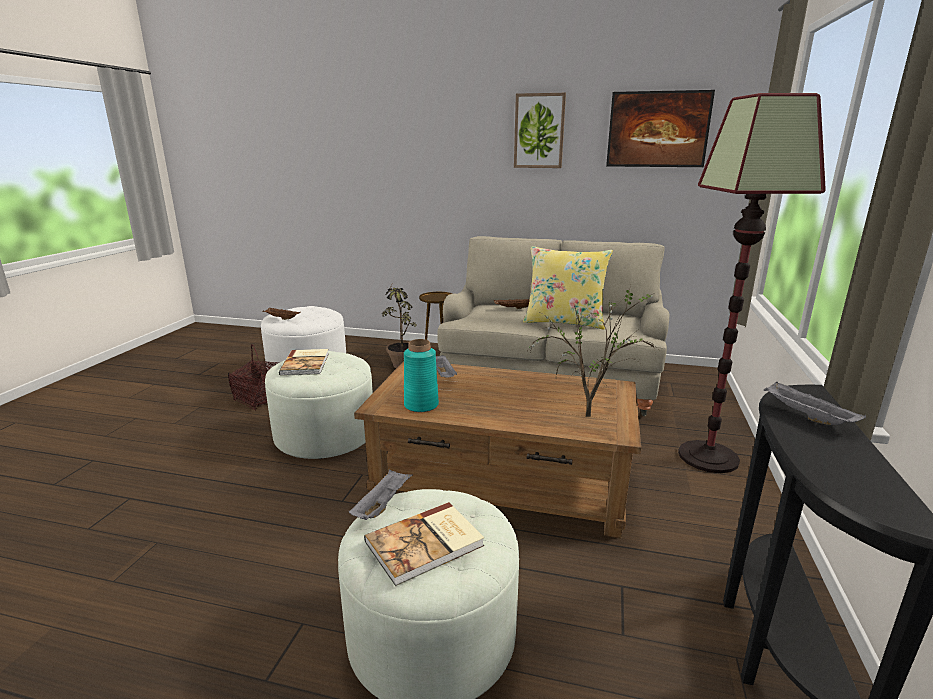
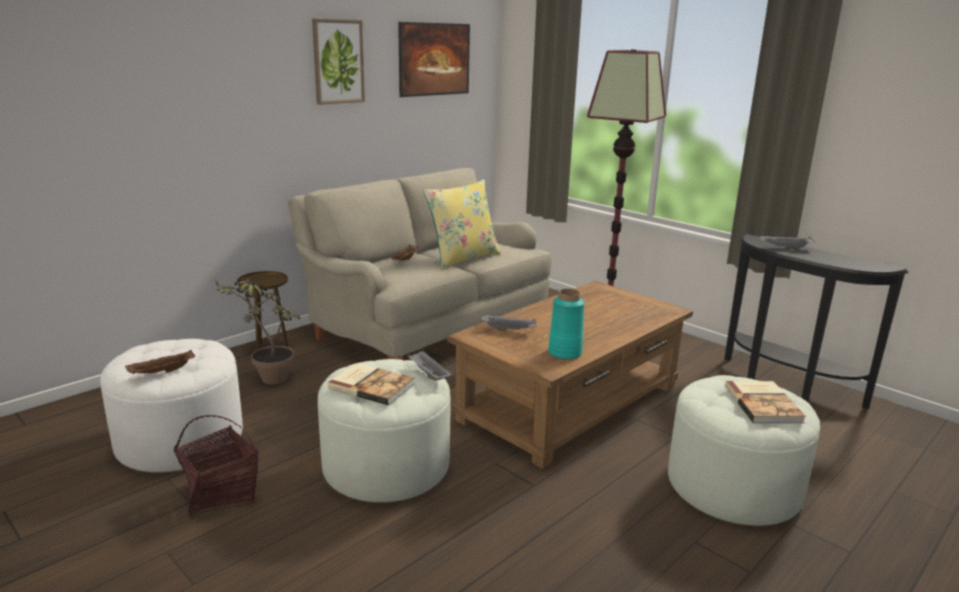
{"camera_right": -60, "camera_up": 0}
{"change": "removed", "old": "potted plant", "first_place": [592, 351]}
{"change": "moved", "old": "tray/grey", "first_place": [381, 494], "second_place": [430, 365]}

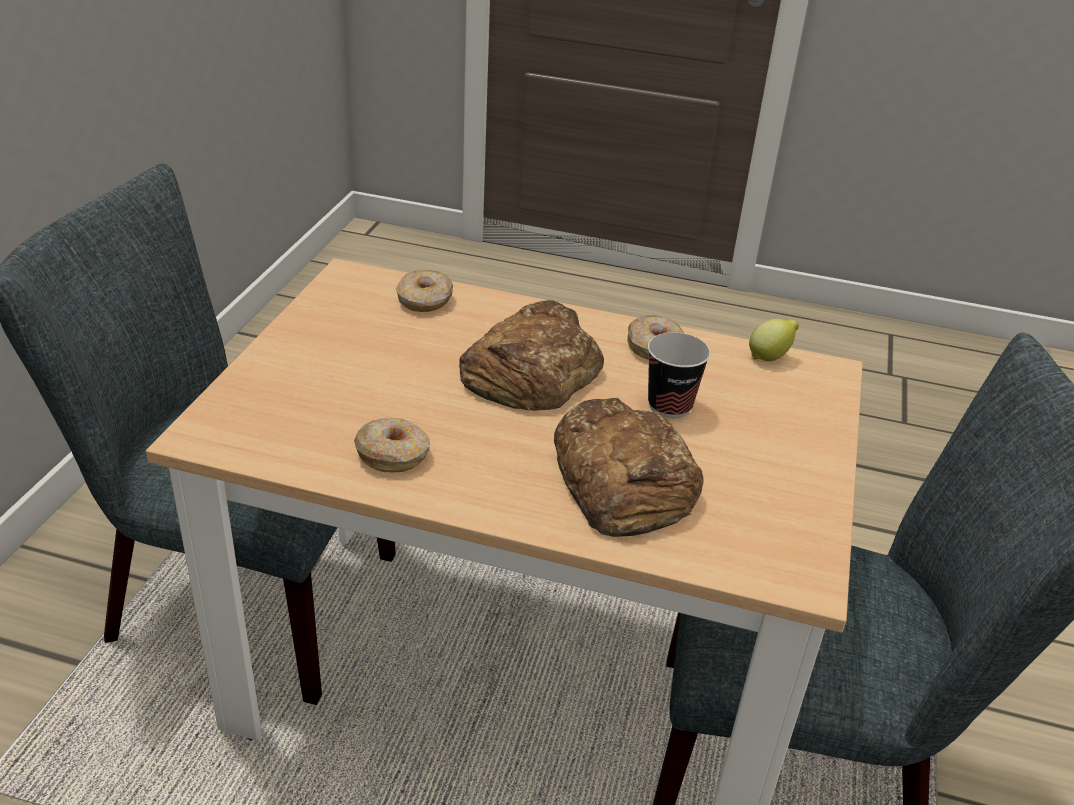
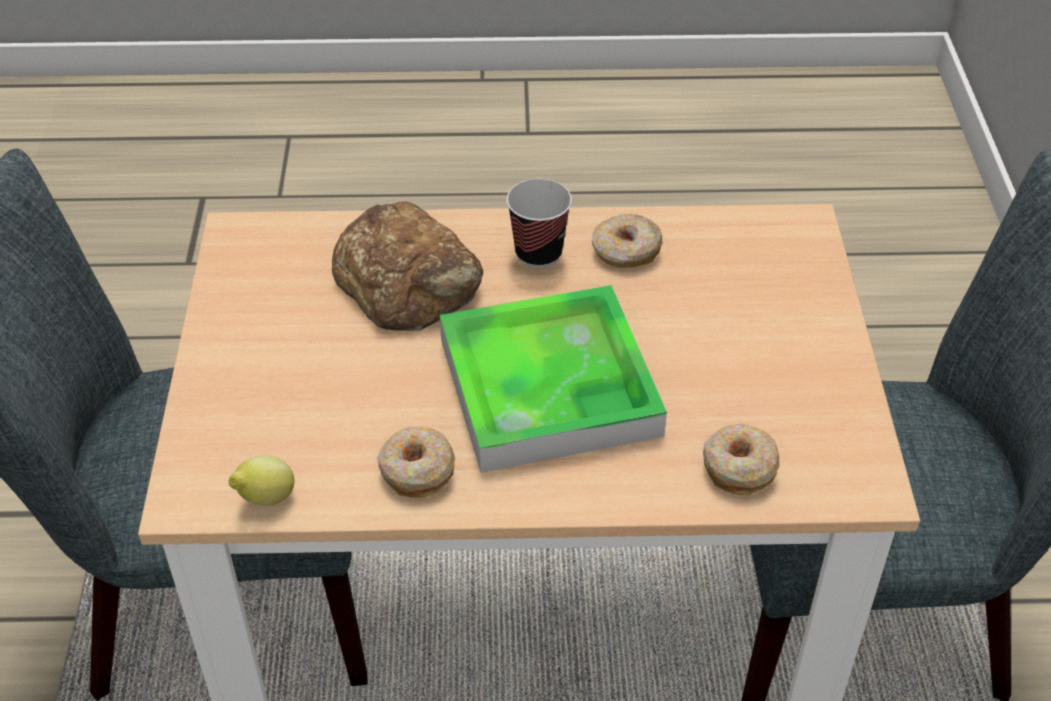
{"camera_right": 165, "camera_up": 10}
{"change": "replaced", "old": "bread", "new": "tray", "first_place": [531, 355], "second_place": [553, 379]}
{"change": "moved", "old": "cup", "first_place": [679, 375], "second_place": [539, 223]}

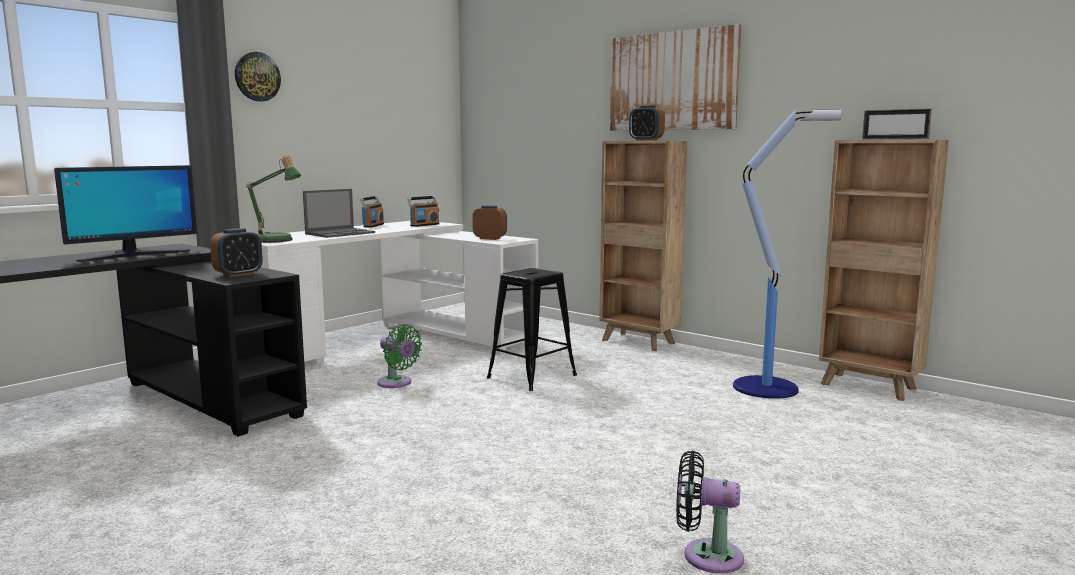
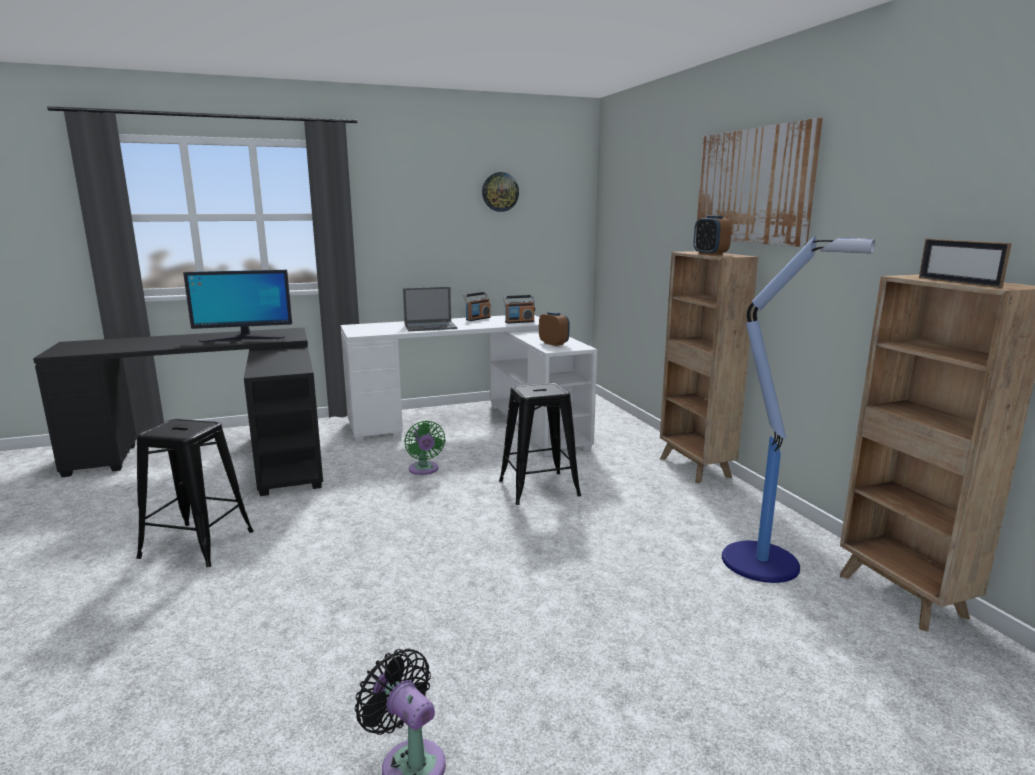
{"camera_right": 30, "camera_up": 5}
{"change": "moved", "old": "wall clock", "first_place": [258, 77], "second_place": [500, 192]}
{"change": "removed", "old": "table lamp", "first_place": [273, 199]}
{"change": "removed", "old": "alarm clock", "first_place": [236, 252]}
{"change": "added", "new": "stool/black", "second_place": [195, 493]}

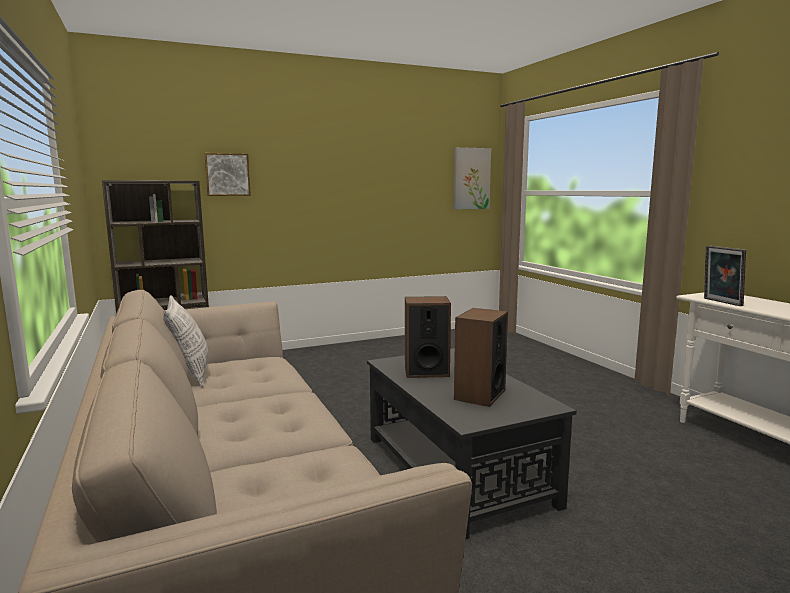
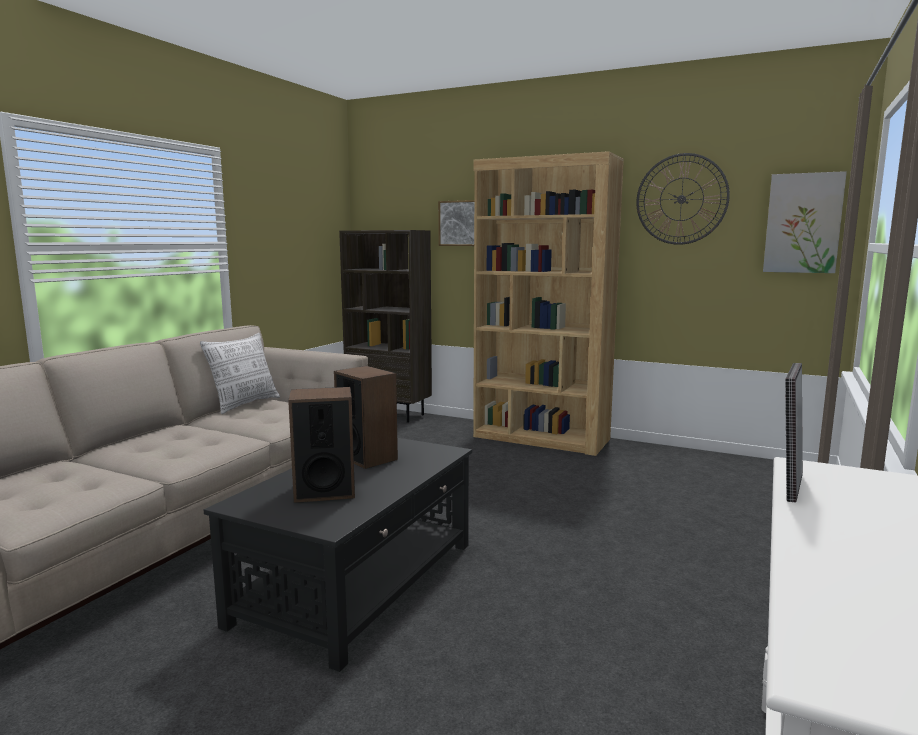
{"camera_right": 50, "camera_up": 0}
{"change": "added", "new": "bookcase/brown", "second_place": [548, 303]}
{"change": "added", "new": "wall clock", "second_place": [683, 199]}

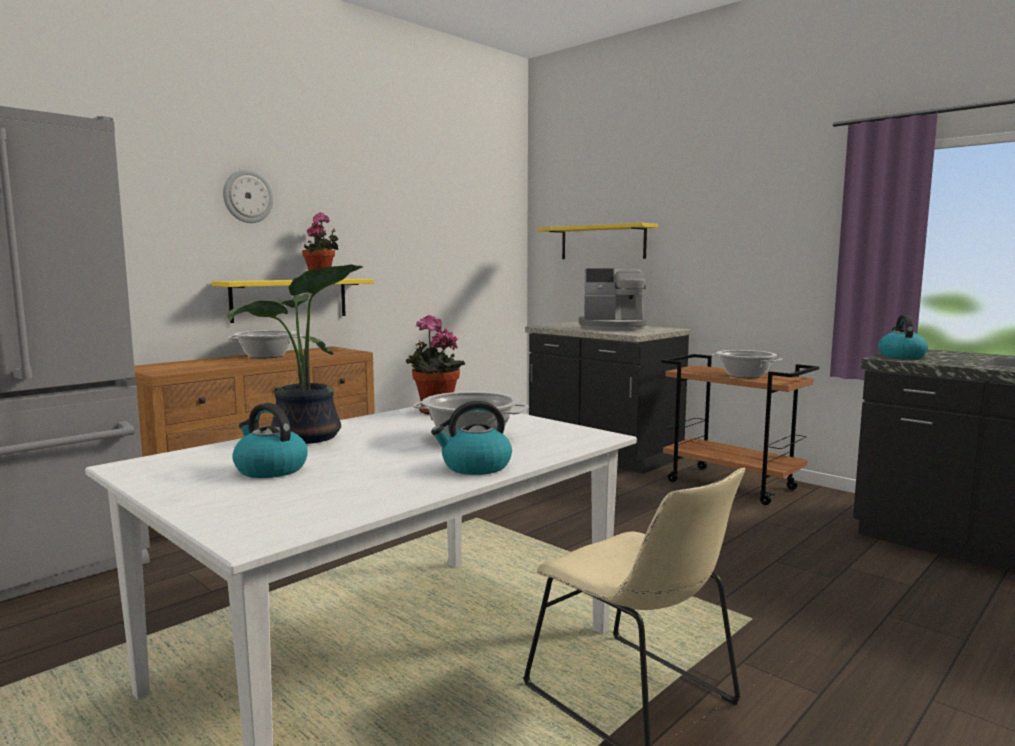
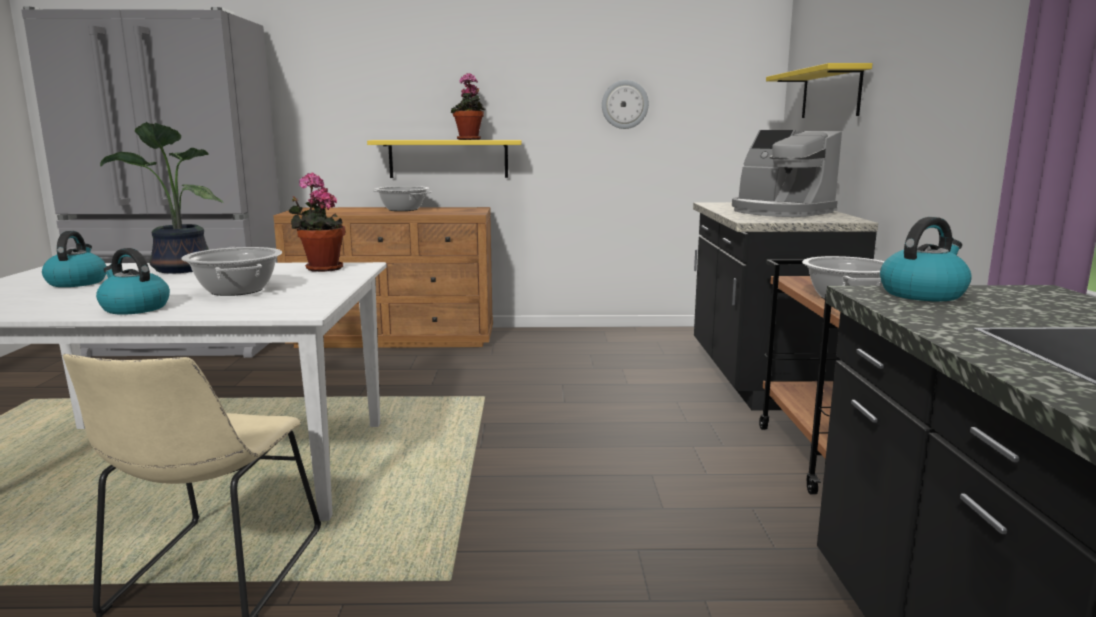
{"camera_right": 45, "camera_up": 5}
{"change": "moved", "old": "wall clock", "first_place": [248, 196], "second_place": [625, 104]}

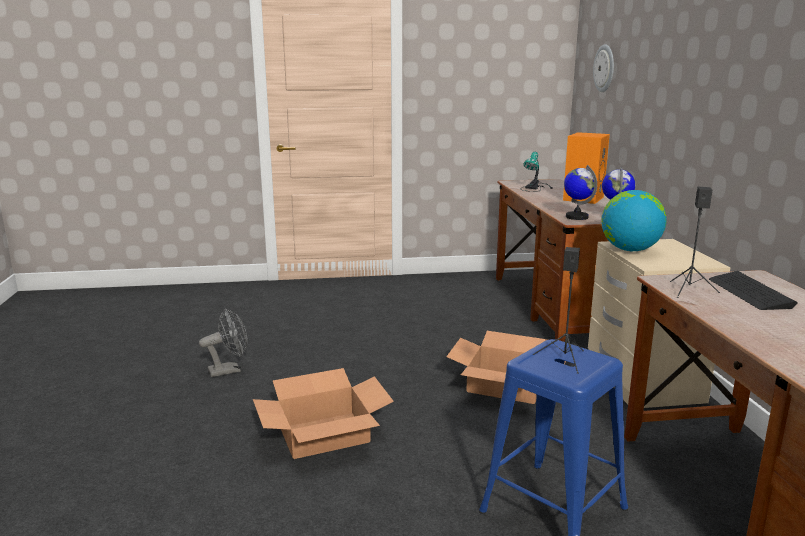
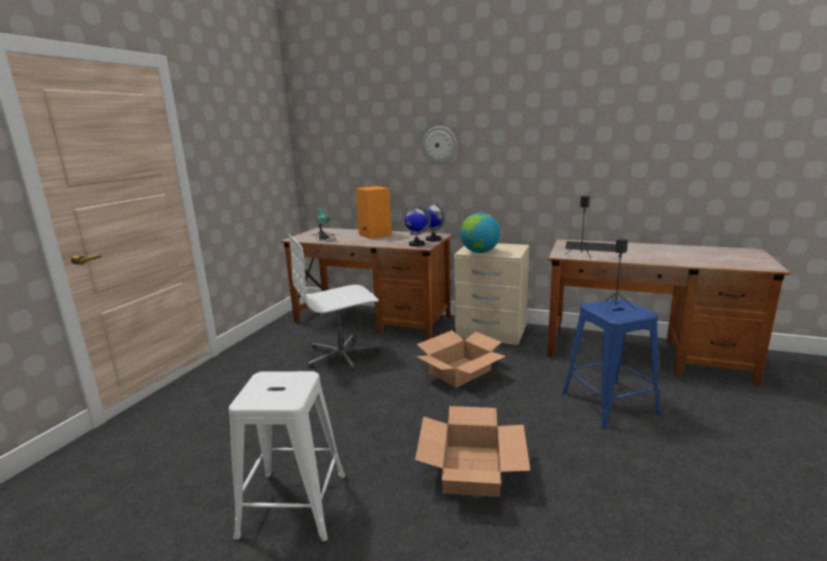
{"camera_right": -60, "camera_up": 0}
{"change": "moved", "old": "wall clock", "first_place": [603, 68], "second_place": [439, 145]}
{"change": "replaced", "old": "fan/grey", "new": "stool/white", "first_place": [223, 343], "second_place": [287, 457]}
{"change": "added", "new": "office chair/white", "second_place": [334, 302]}

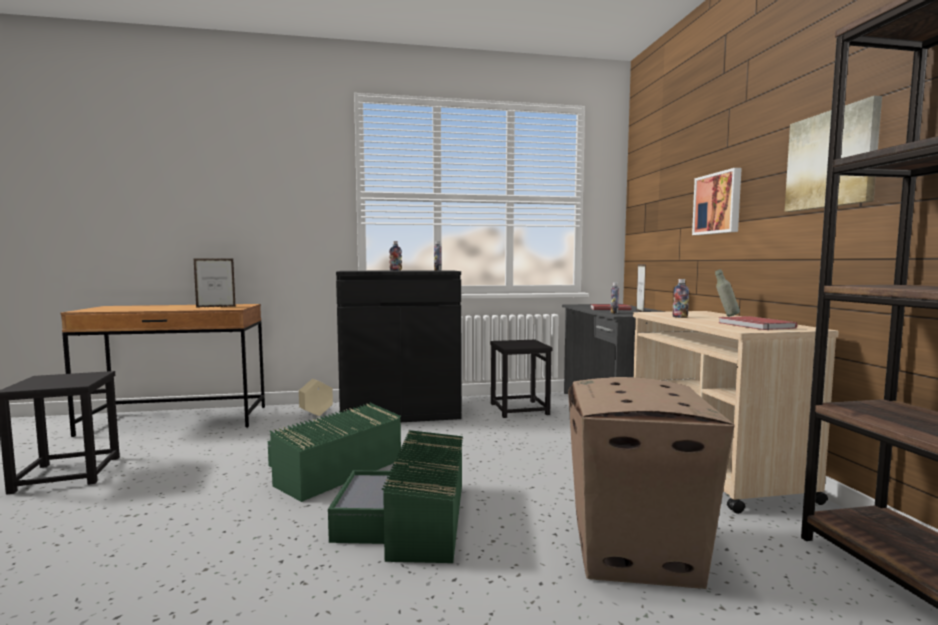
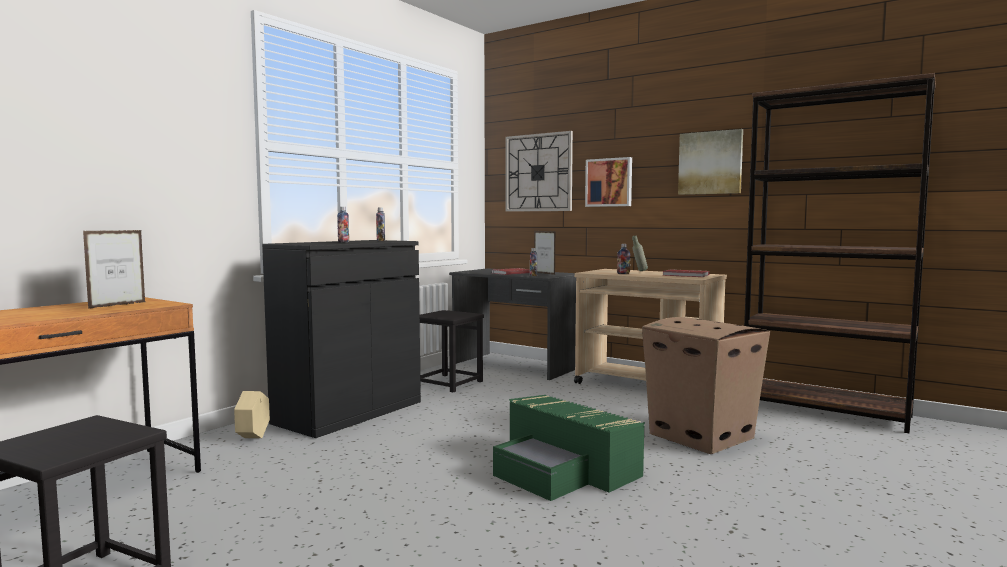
{"camera_right": -45, "camera_up": 0}
{"change": "removed", "old": "storage box/green", "first_place": [334, 452]}
{"change": "added", "new": "wall clock", "second_place": [539, 171]}

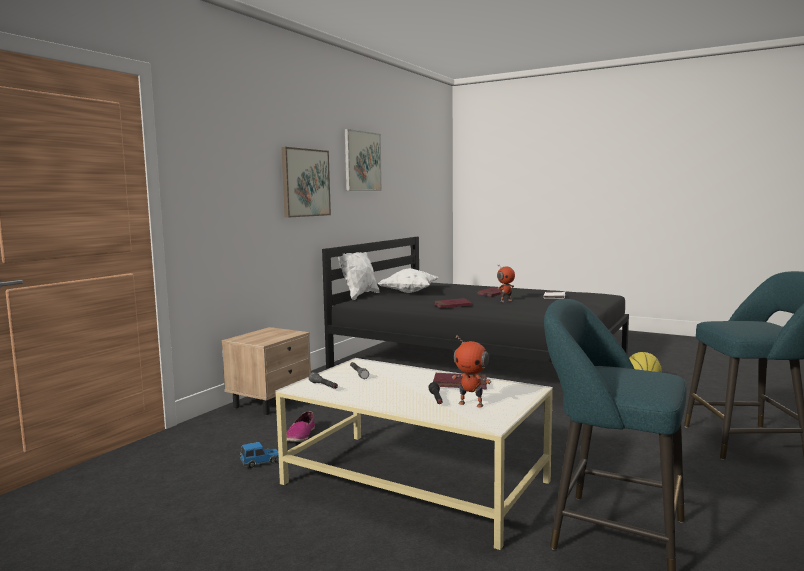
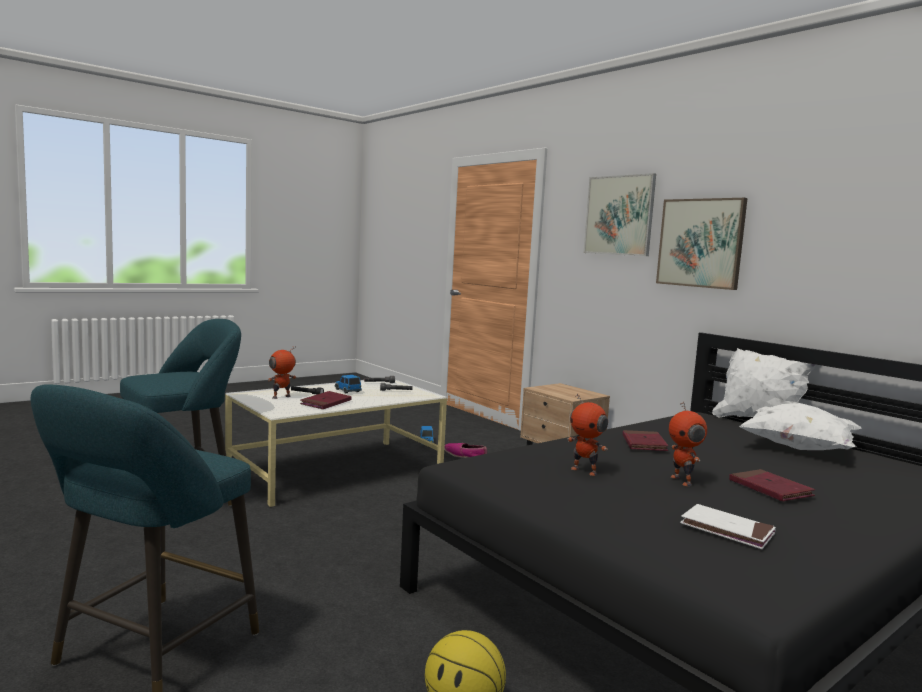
{"camera_right": 110, "camera_up": 0}
{"change": "moved", "old": "picture", "first_place": [363, 160], "second_place": [620, 214]}
{"change": "added", "new": "toy car", "second_place": [348, 384]}
{"change": "added", "new": "toy robot", "second_place": [588, 435]}

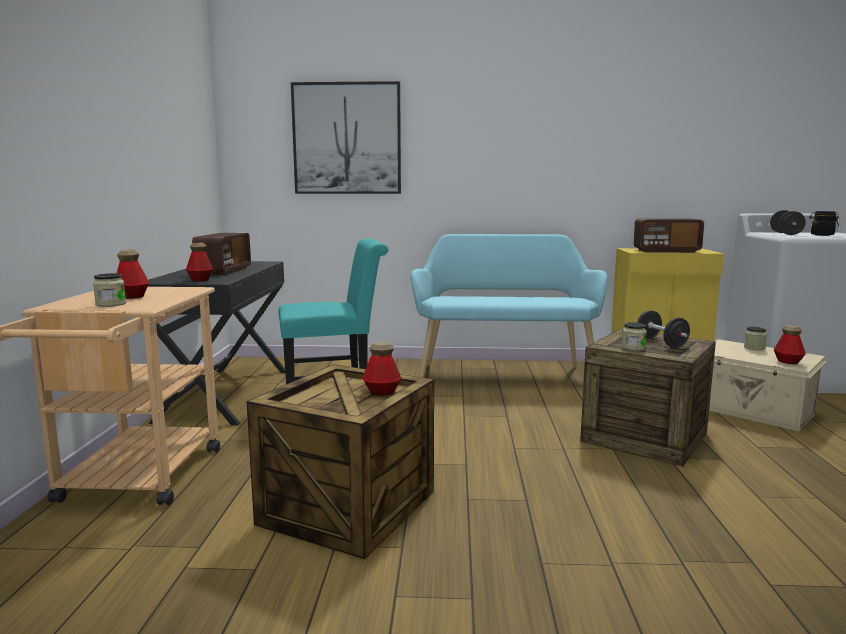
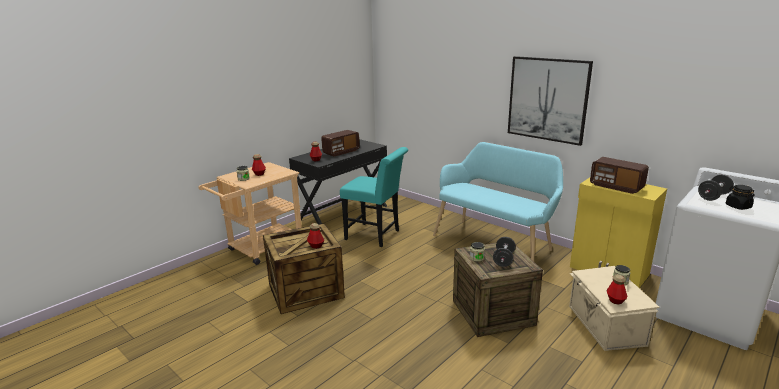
{"camera_right": 40, "camera_up": 10}
{"change": "moved", "old": "picture", "first_place": [346, 137], "second_place": [550, 101]}

